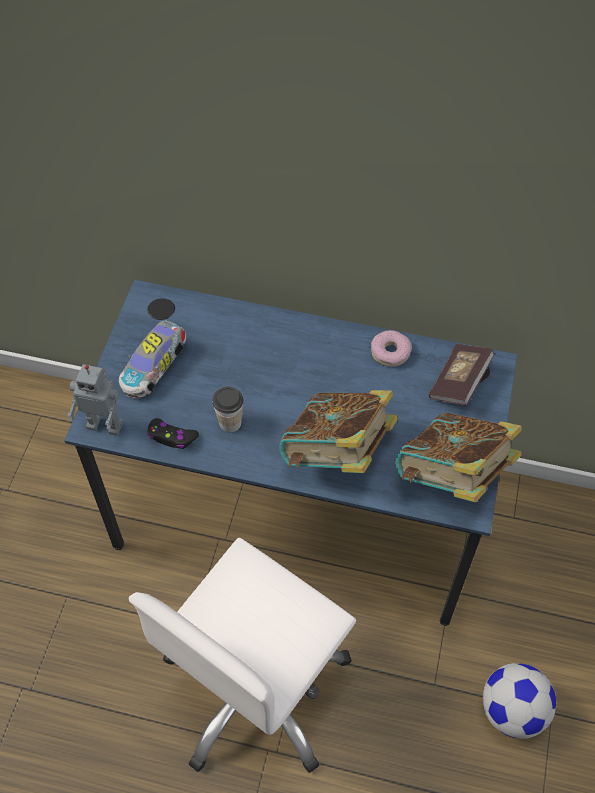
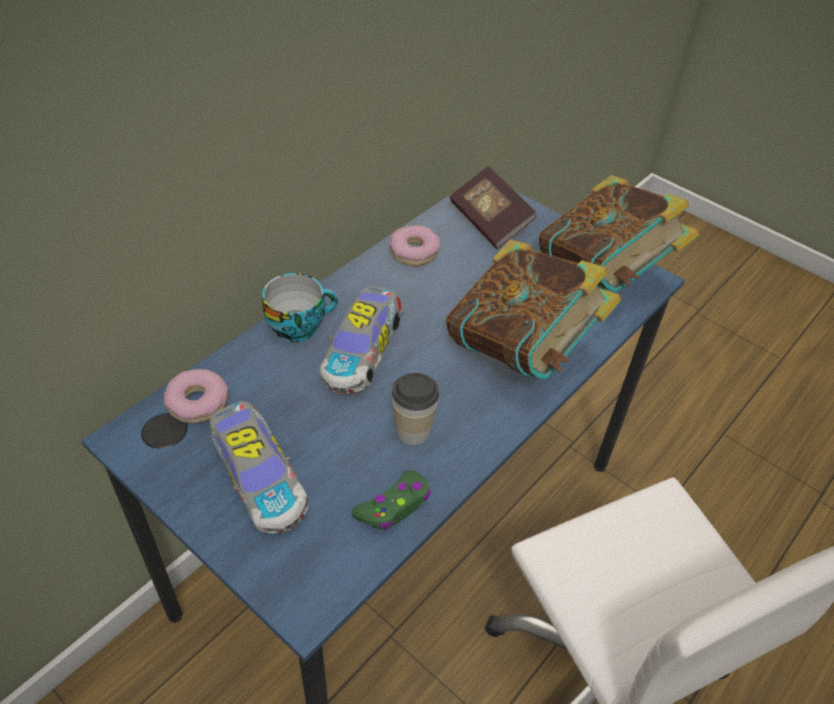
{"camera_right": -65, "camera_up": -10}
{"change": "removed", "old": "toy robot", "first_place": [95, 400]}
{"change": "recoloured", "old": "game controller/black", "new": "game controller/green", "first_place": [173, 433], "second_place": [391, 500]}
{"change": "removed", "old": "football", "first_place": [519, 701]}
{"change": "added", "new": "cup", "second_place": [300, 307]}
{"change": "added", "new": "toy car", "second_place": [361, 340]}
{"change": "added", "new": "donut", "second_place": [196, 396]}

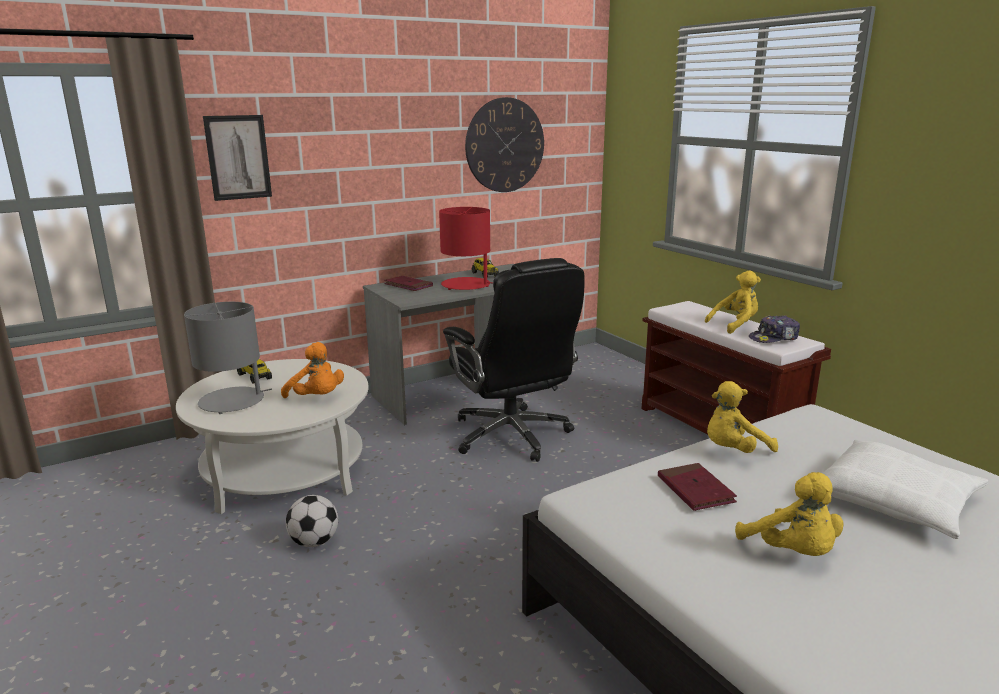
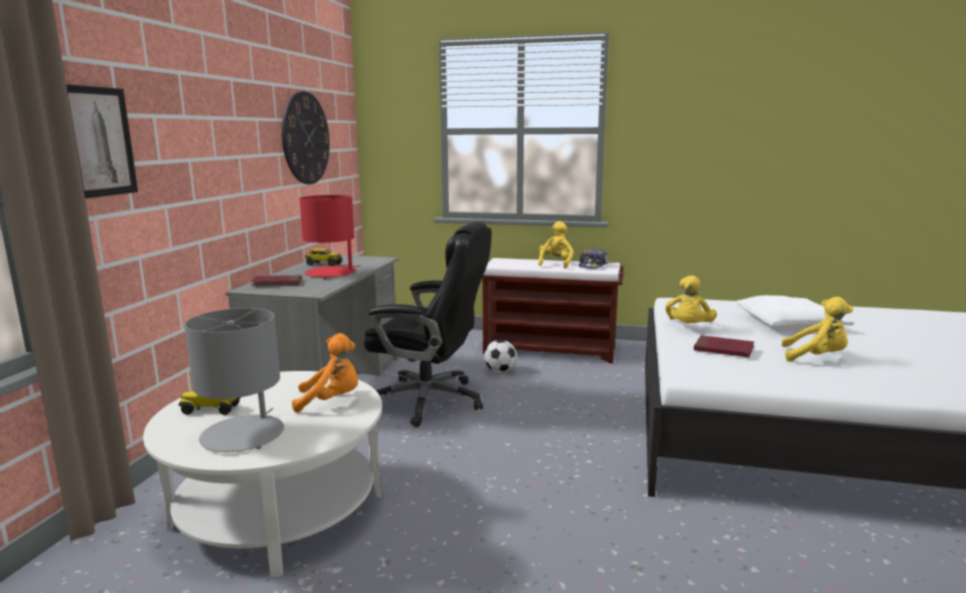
{"camera_right": -45, "camera_up": -5}
{"change": "moved", "old": "football", "first_place": [312, 521], "second_place": [500, 356]}

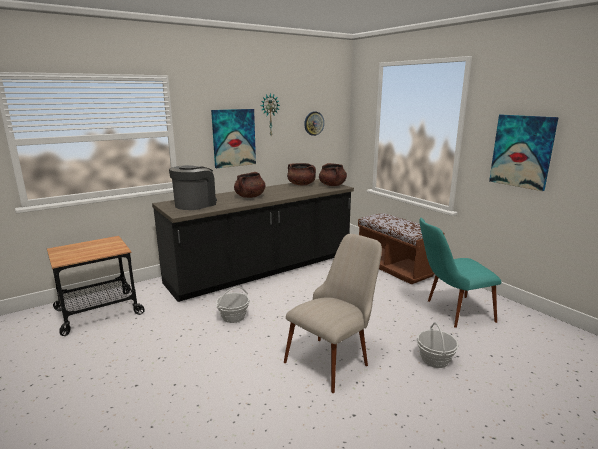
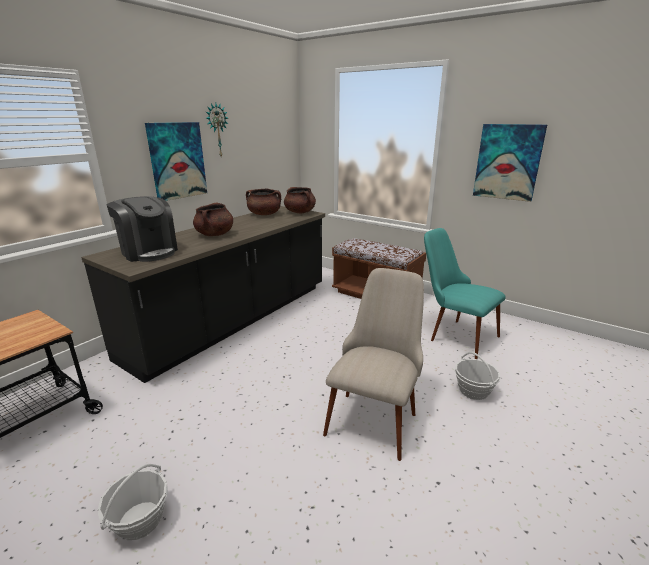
{"camera_right": -20, "camera_up": 5}
{"change": "removed", "old": "wall clock", "first_place": [314, 124]}
{"change": "turned", "old": "coffee machine", "first_place": [193, 187], "second_place": [142, 229], "degrees": 120}
{"change": "turned", "old": "chair/turquoise", "first_place": [460, 273], "second_place": [464, 293], "degrees": 75}
{"change": "moved", "old": "basket", "first_place": [232, 304], "second_place": [133, 502]}

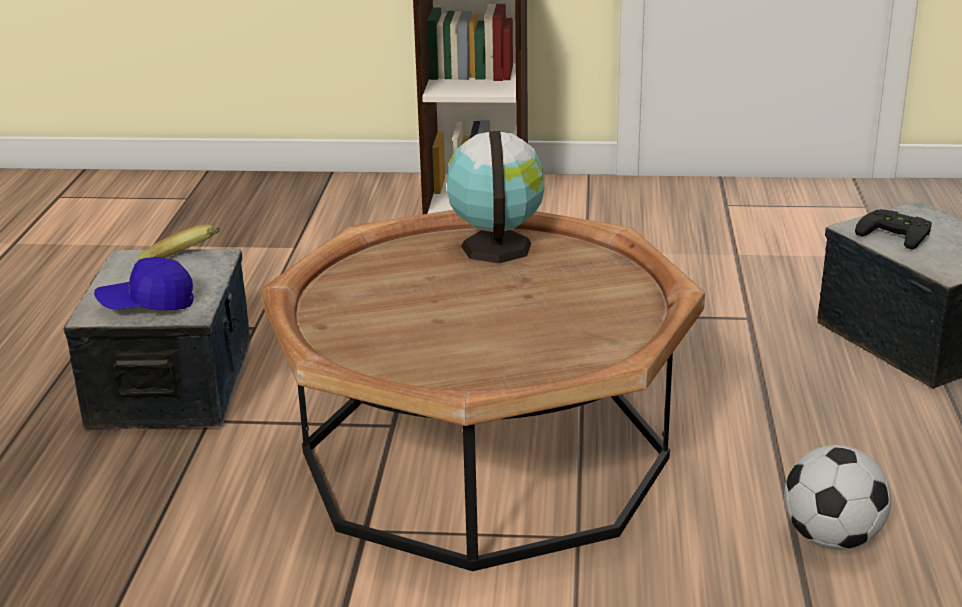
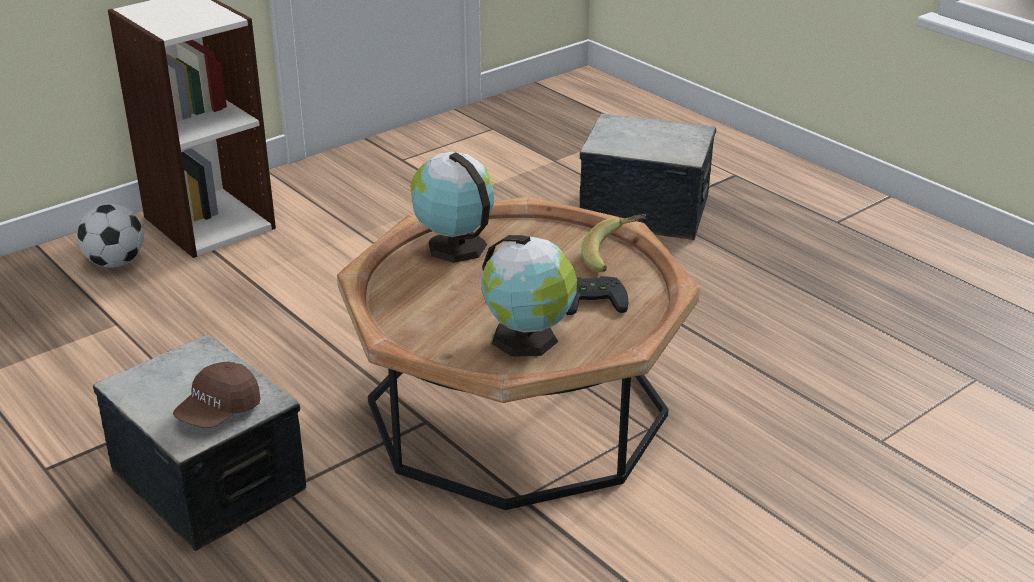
{"camera_right": -45, "camera_up": 5}
{"change": "moved", "old": "game controller/black", "first_place": [893, 229], "second_place": [597, 295]}
{"change": "moved", "old": "banana", "first_place": [178, 243], "second_place": [613, 243]}
{"change": "recoloured", "old": "cap/blue", "new": "cap/brown", "first_place": [144, 283], "second_place": [216, 395]}
{"change": "moved", "old": "football", "first_place": [837, 497], "second_place": [110, 236]}
{"change": "added", "new": "globe", "second_place": [529, 296]}

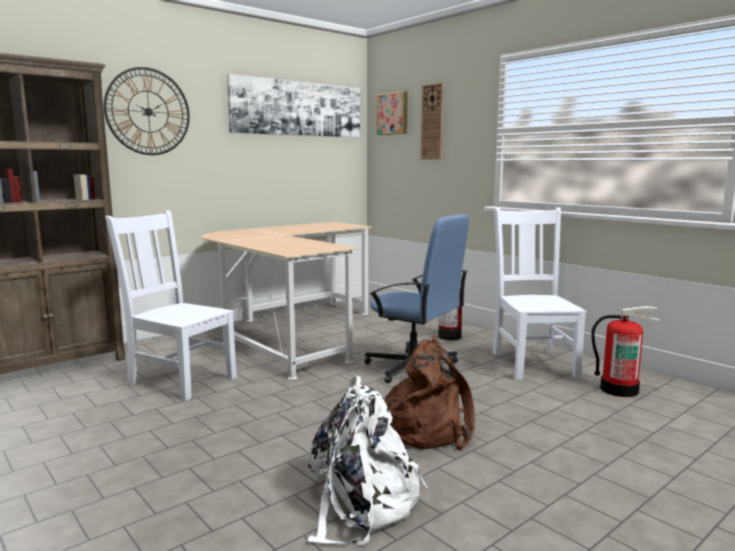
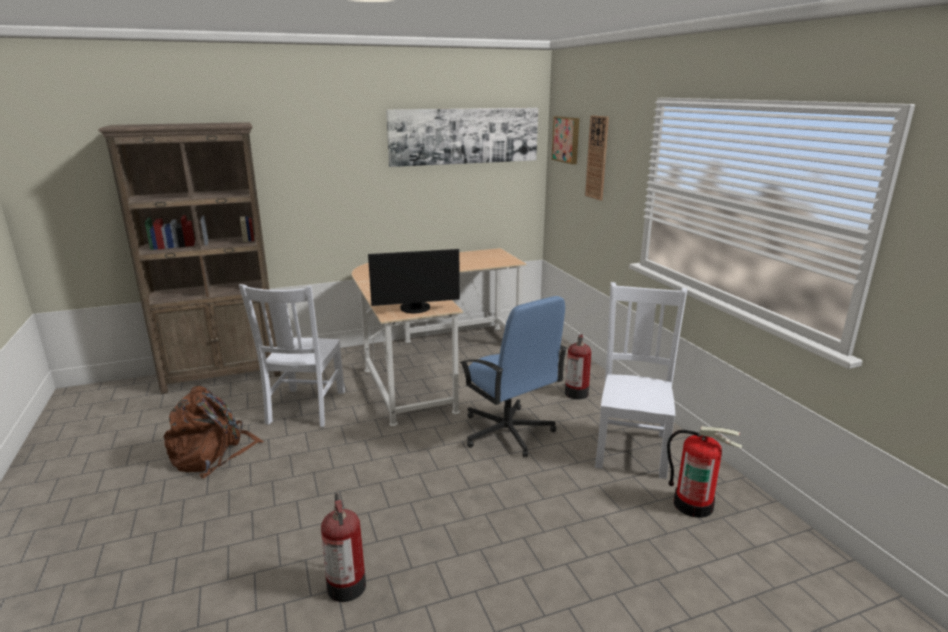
{"camera_right": 20, "camera_up": 10}
{"change": "removed", "old": "wall clock", "first_place": [147, 111]}
{"change": "turned", "old": "chair/white", "first_place": [171, 305], "second_place": [292, 355], "degrees": -135}
{"change": "moved", "old": "backpack/brown", "first_place": [430, 392], "second_place": [214, 432]}
{"change": "replaced", "old": "backpack/white", "new": "fire extinguisher", "first_place": [367, 460], "second_place": [343, 547]}
{"change": "added", "new": "monitor", "second_place": [414, 281]}

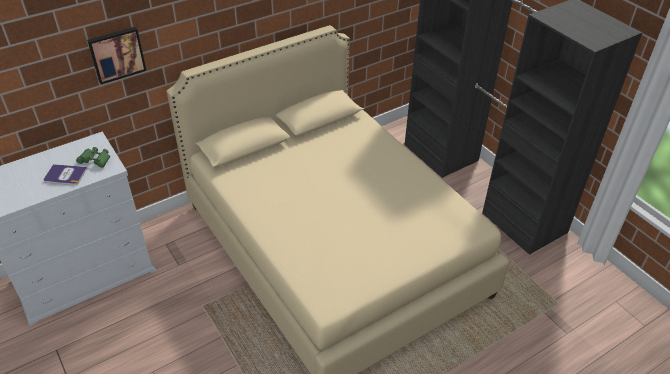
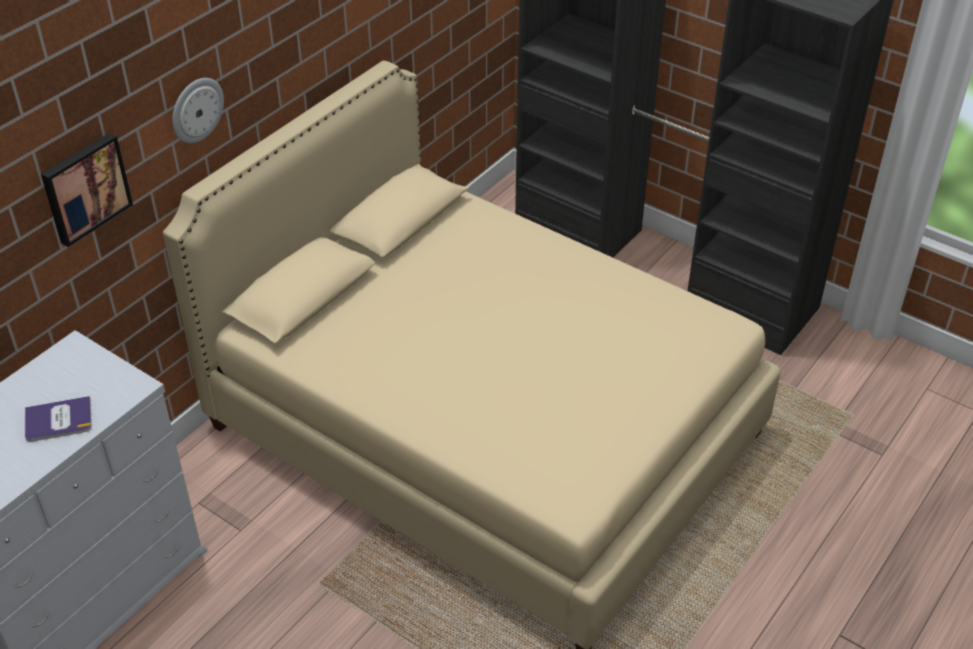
{"camera_right": -20, "camera_up": 0}
{"change": "removed", "old": "binoculars/green", "first_place": [93, 157]}
{"change": "added", "new": "wall clock", "second_place": [198, 110]}

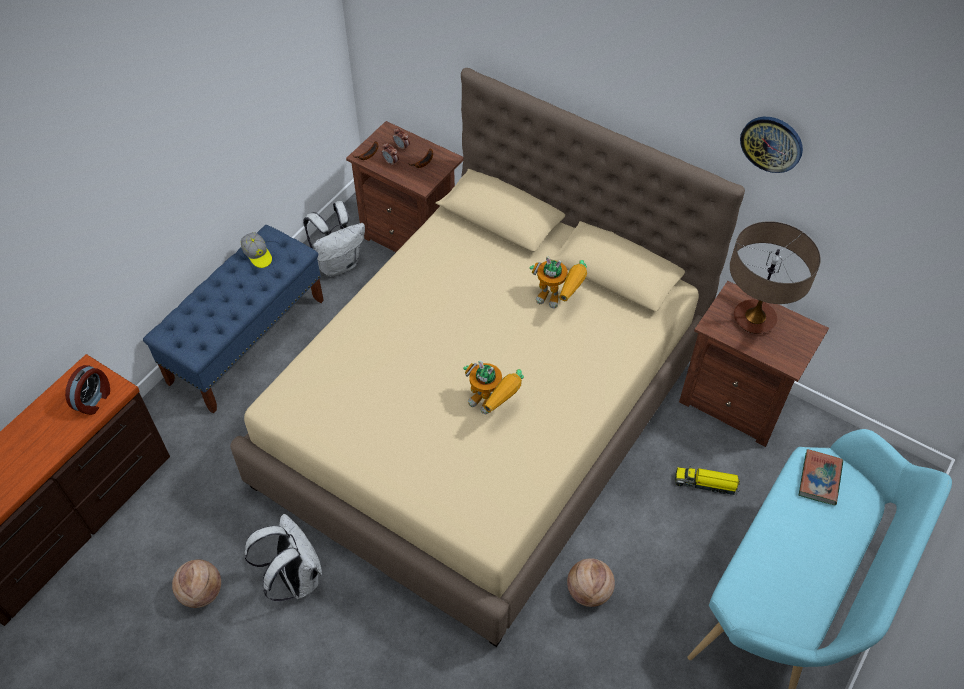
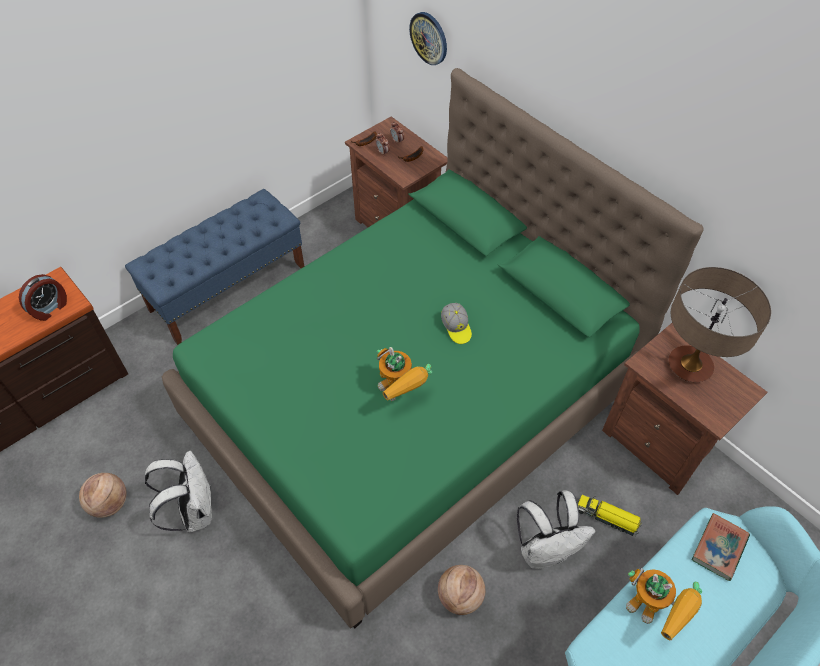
{"camera_right": 15, "camera_up": 0}
{"change": "recoloured", "old": "bed/beige", "new": "bed/green", "first_place": [487, 357], "second_place": [433, 348]}
{"change": "moved", "old": "wall clock", "first_place": [771, 145], "second_place": [428, 38]}
{"change": "moved", "old": "backpack/white", "first_place": [334, 239], "second_place": [556, 529]}
{"change": "moved", "old": "cap", "first_place": [256, 250], "second_place": [456, 323]}
{"change": "moved", "old": "toy robot", "first_place": [558, 282], "second_place": [664, 604]}

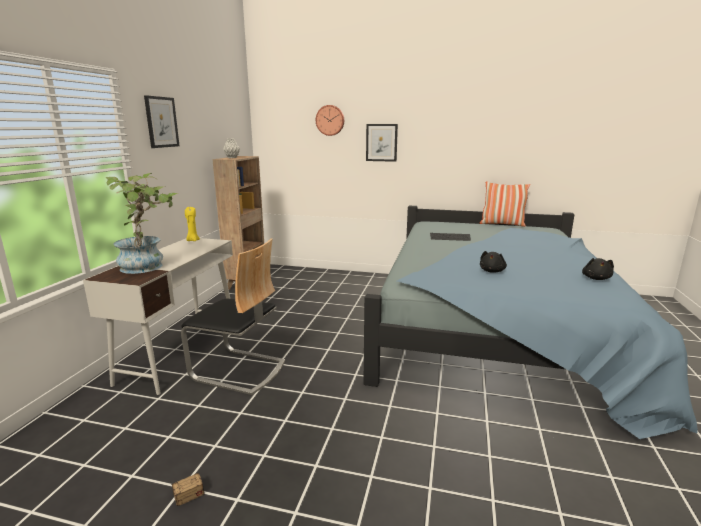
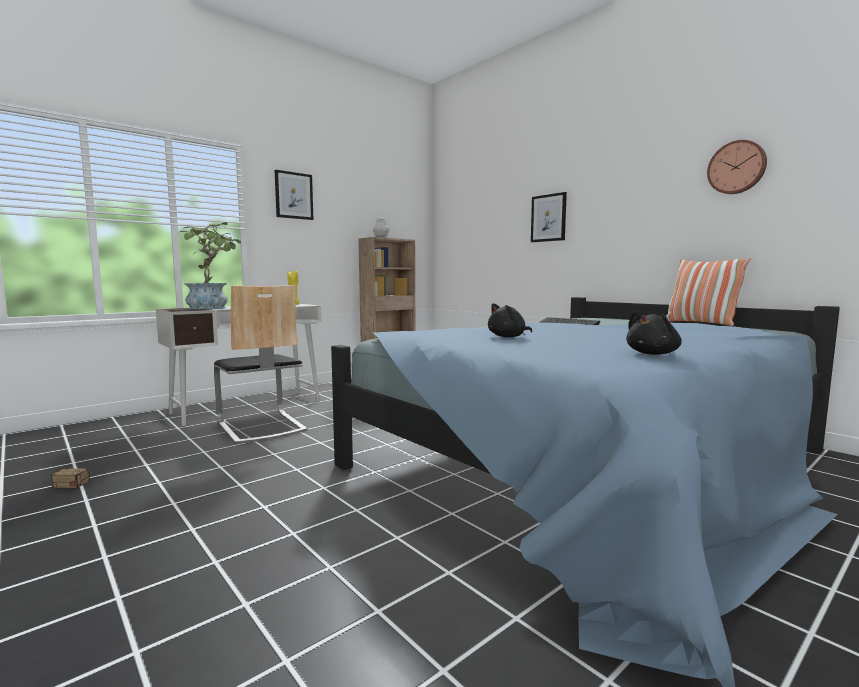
{"camera_right": 35, "camera_up": -10}
{"change": "moved", "old": "wall clock", "first_place": [330, 120], "second_place": [737, 167]}

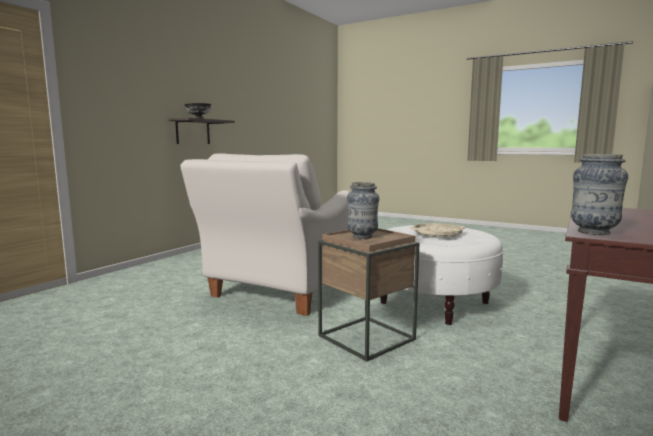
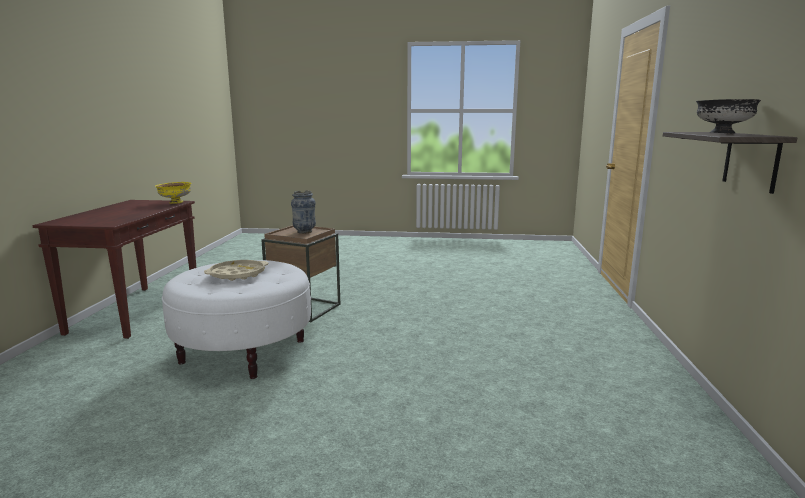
{"camera_right": 155, "camera_up": 5}
{"change": "removed", "old": "armchair/white", "first_place": [265, 234]}
{"change": "replaced", "old": "vase", "new": "bowl/yellow", "first_place": [599, 194], "second_place": [173, 193]}

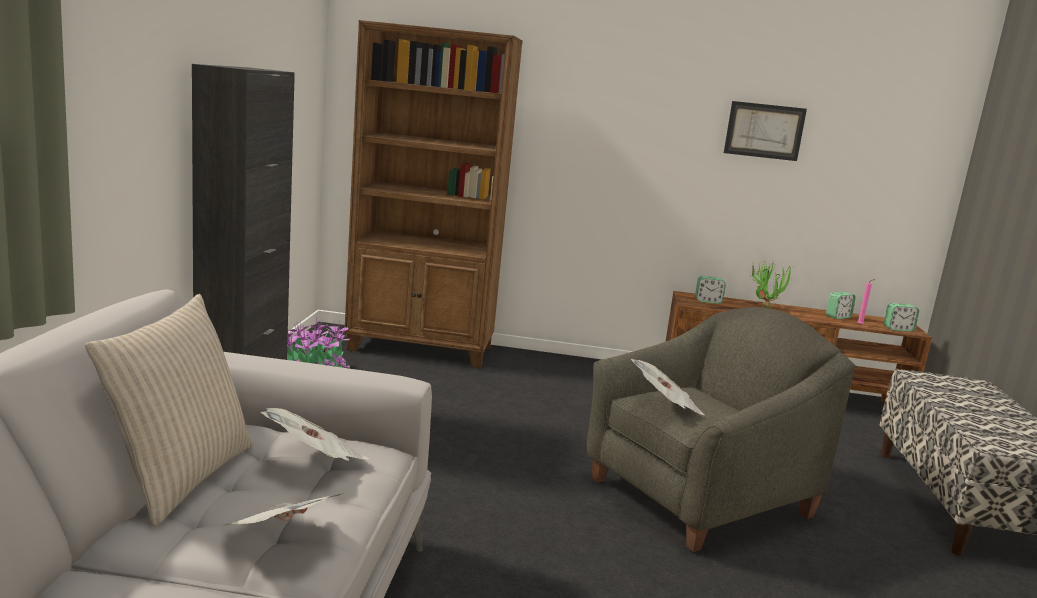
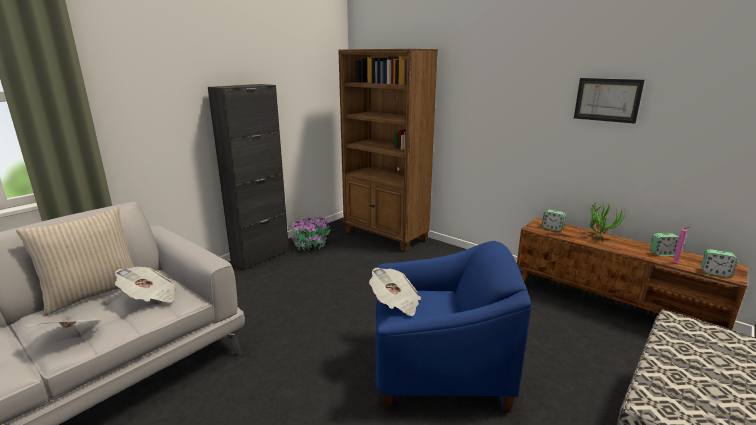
{"camera_right": 35, "camera_up": 5}
{"change": "recoloured", "old": "armchair/grey", "new": "armchair/blue", "first_place": [721, 429], "second_place": [453, 326]}

